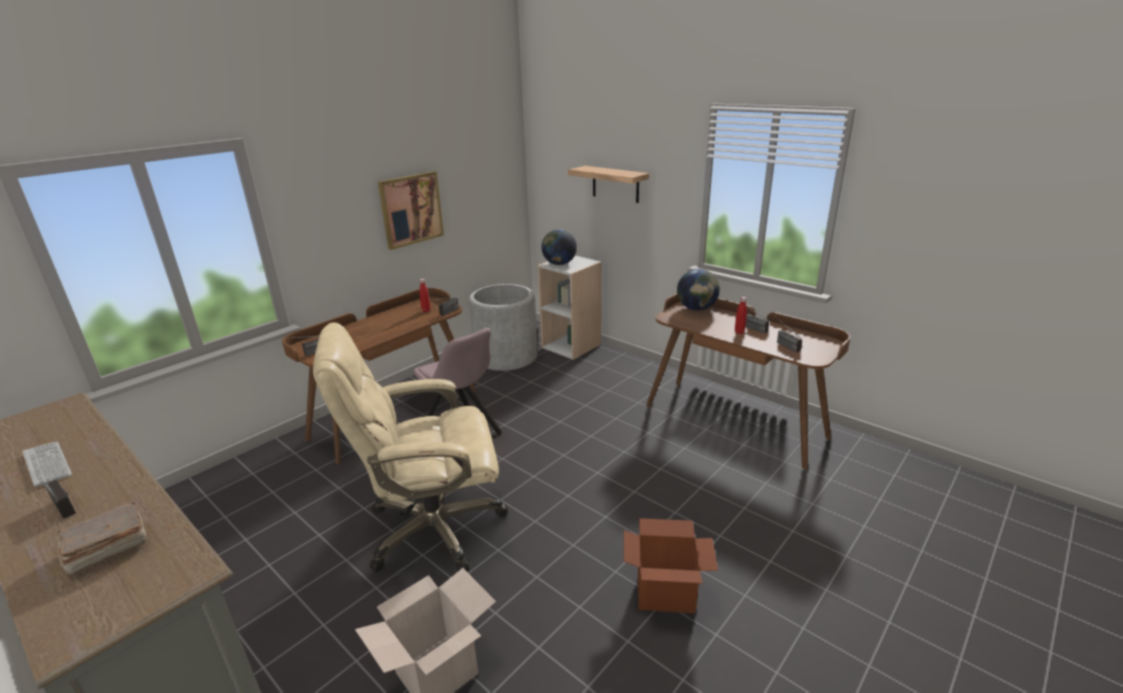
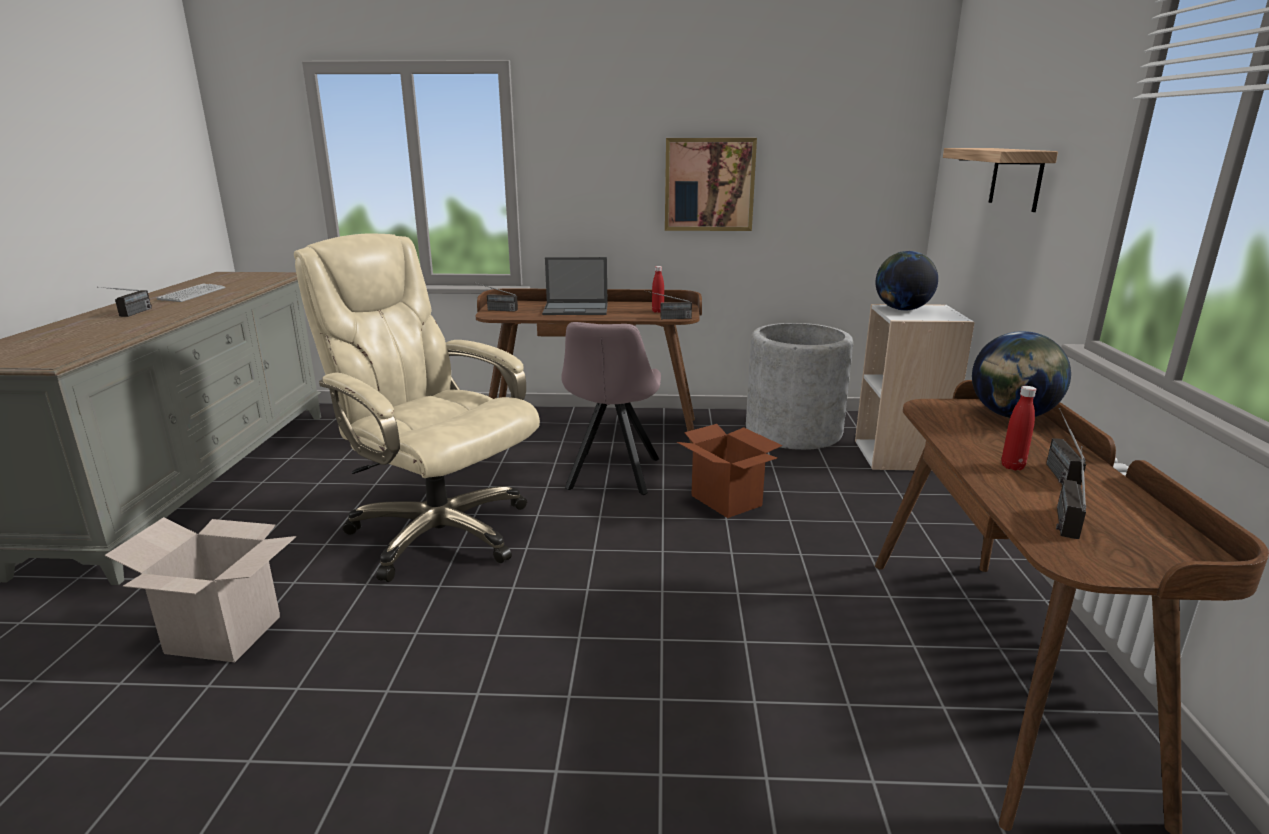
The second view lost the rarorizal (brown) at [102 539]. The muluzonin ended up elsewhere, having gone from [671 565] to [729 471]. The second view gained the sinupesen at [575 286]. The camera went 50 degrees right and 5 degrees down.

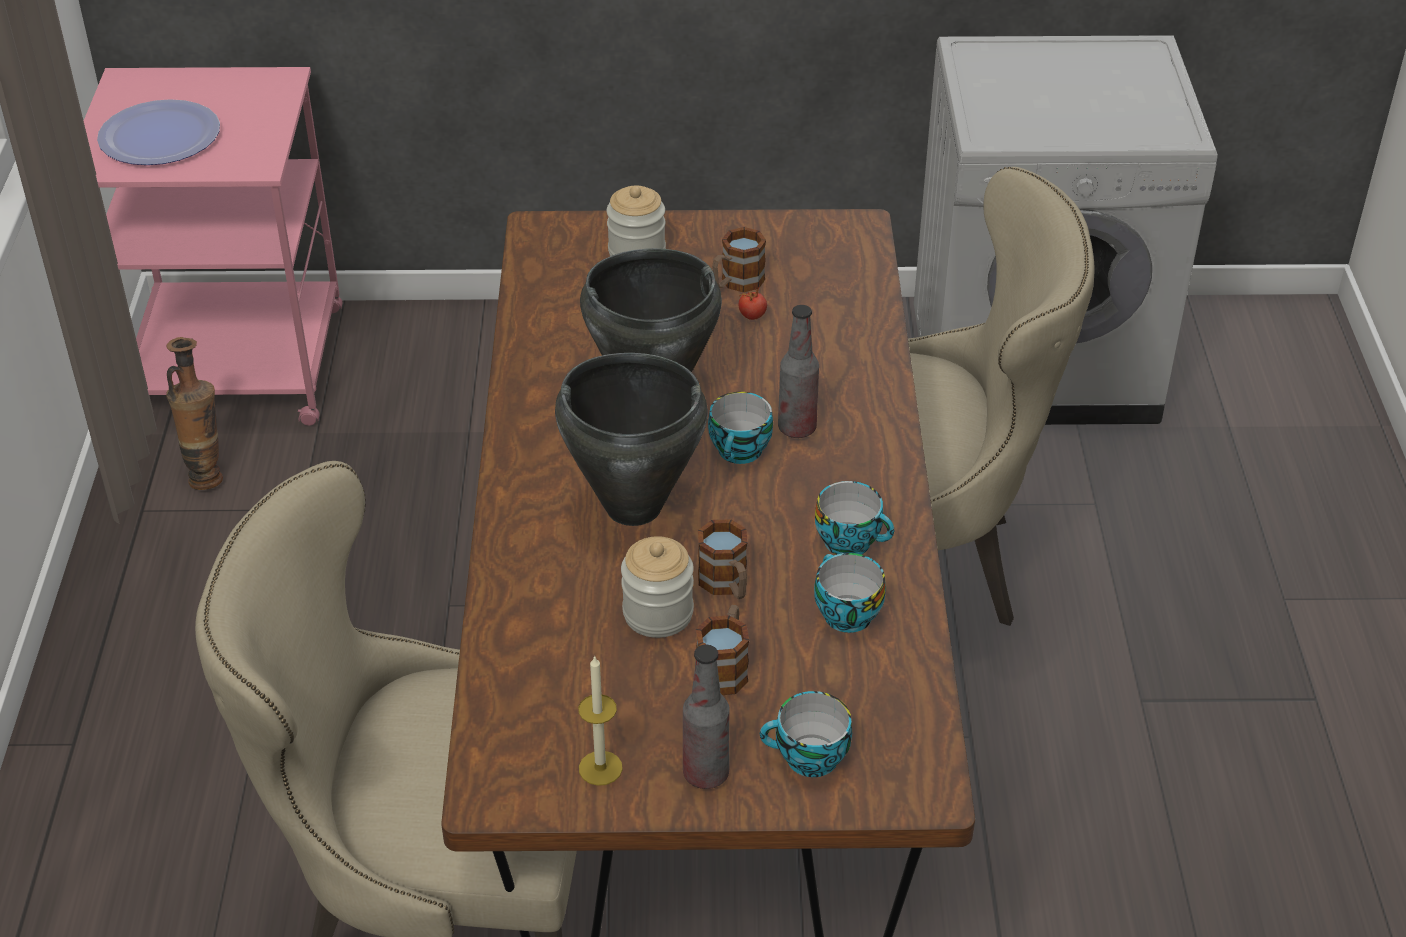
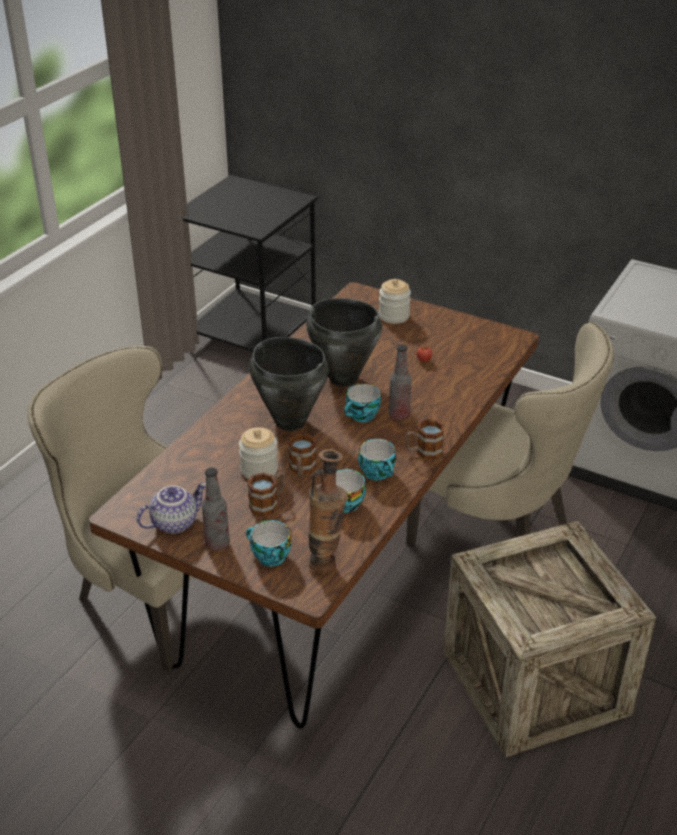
What was the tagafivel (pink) at [213 246] turned into the tagafivel (black) at [250 263]. The second view lost the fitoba at [158 132]. The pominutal ended up elsewhere, having gone from [194 413] to [328 511]. Where the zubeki stood at [600 720], the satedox came to stand at [171 508]. The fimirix ended up elsewhere, having gone from [739 259] to [425 439]. The second view gained the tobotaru at [549 639]. The camera went 30 degrees right and 5 degrees down.

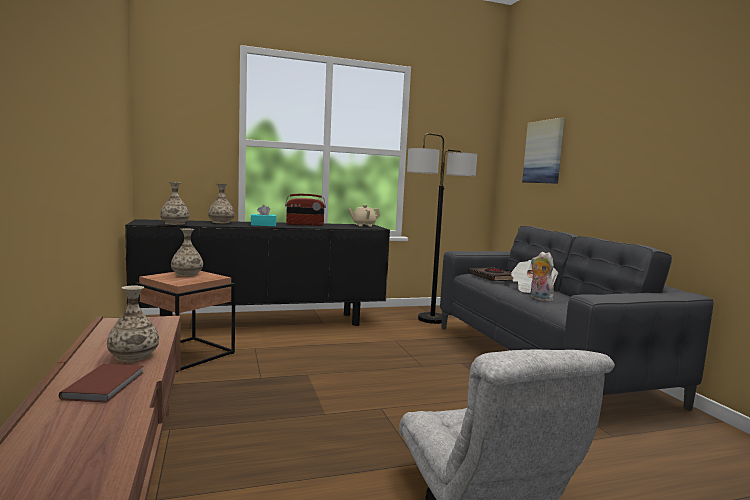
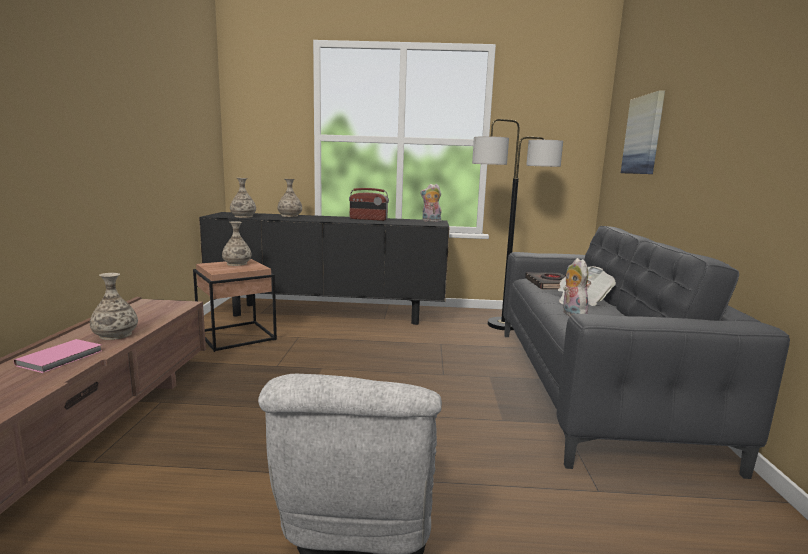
What was the rarorizal (brown) at [101 383] turned into the rarorizal (pink) at [58 356]. The second view lost the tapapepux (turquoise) at [264 215]. Where the satedox (beige) stood at [364 215], the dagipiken came to stand at [431 203]. The camera went 20 degrees right and 5 degrees up.

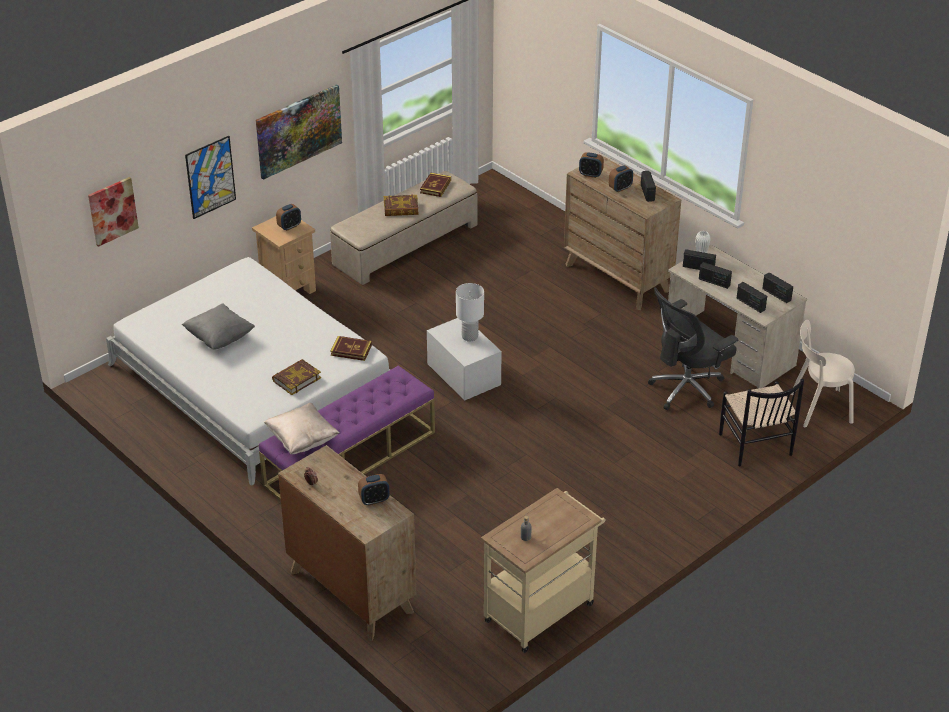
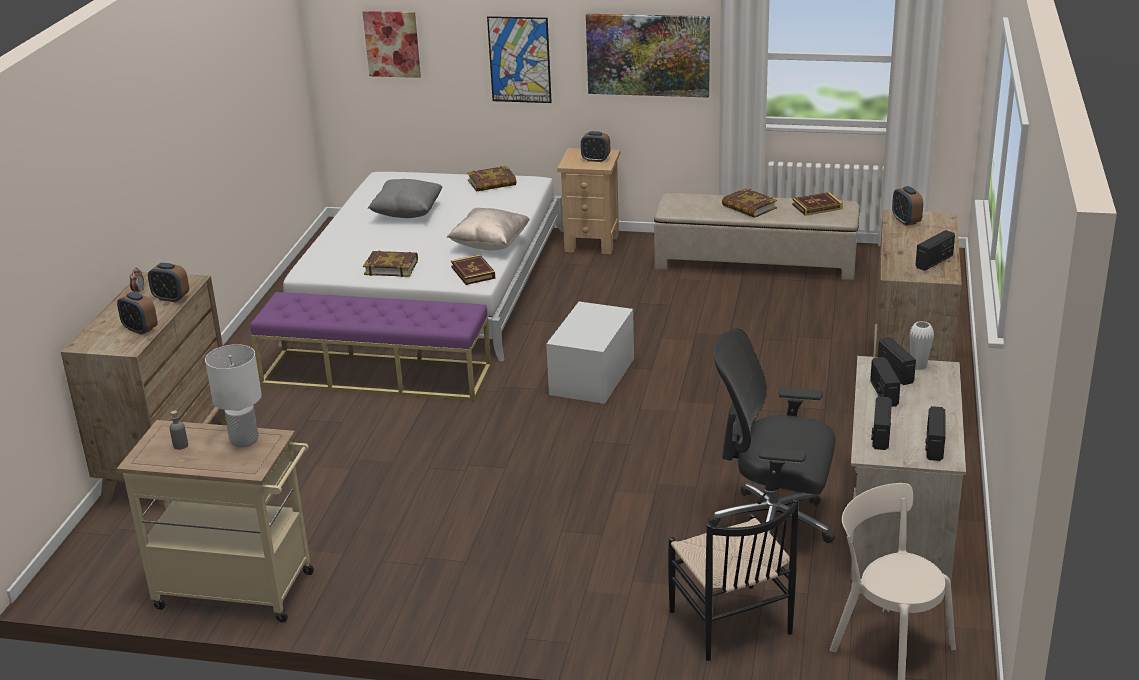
The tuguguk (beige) ended up elsewhere, having gone from [302 428] to [488 229]. The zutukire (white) ended up elsewhere, having gone from [470 312] to [233 396]. The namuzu ended up elsewhere, having gone from [621 178] to [168 283]. The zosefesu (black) at [761 422] ended up facing another way, 60 degrees counterclockwise from before. The second view gained the rarorizal at [491 179]. The camera went 55 degrees right and 10 degrees down.

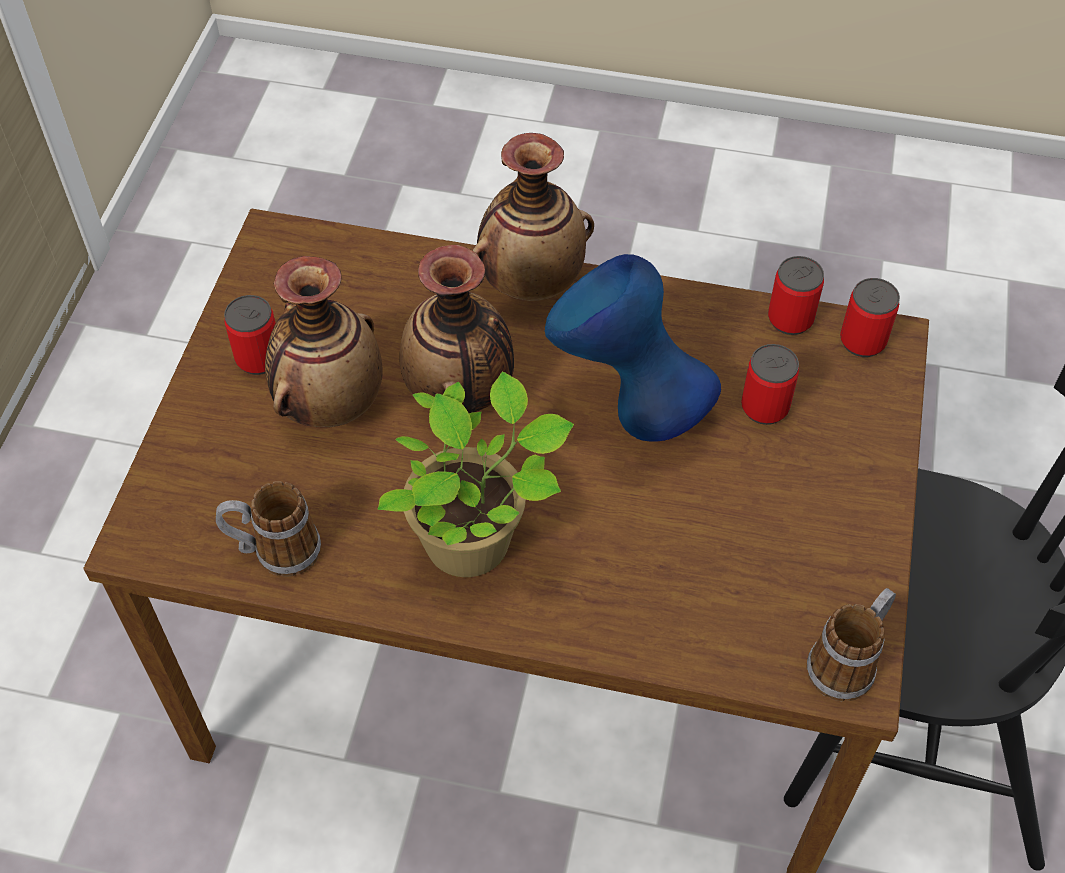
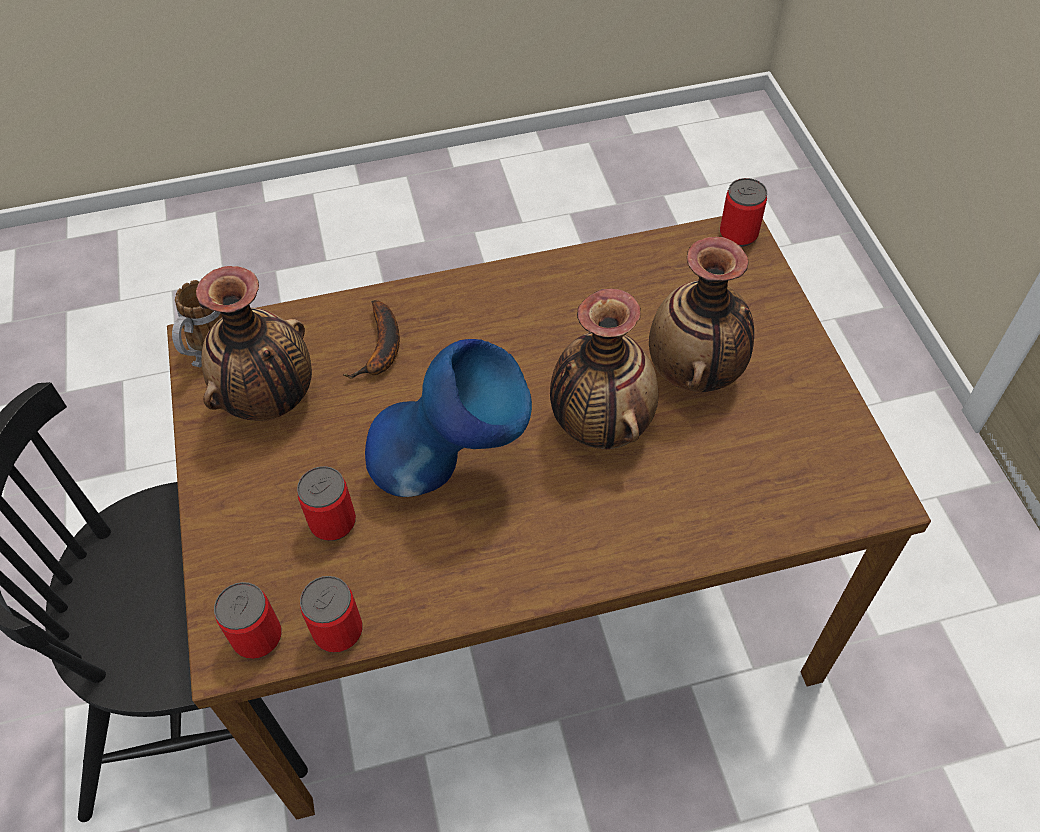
The second view lost the fimirix at [268 529]. The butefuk ended up elsewhere, having gone from [250 335] to [743 212]. The second view lost the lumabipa at [475 474]. The pominutal ended up elsewhere, having gone from [533 217] to [254 343]. The second view gained the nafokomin at [371 339]. The camera went 155 degrees right and 0 degrees up.

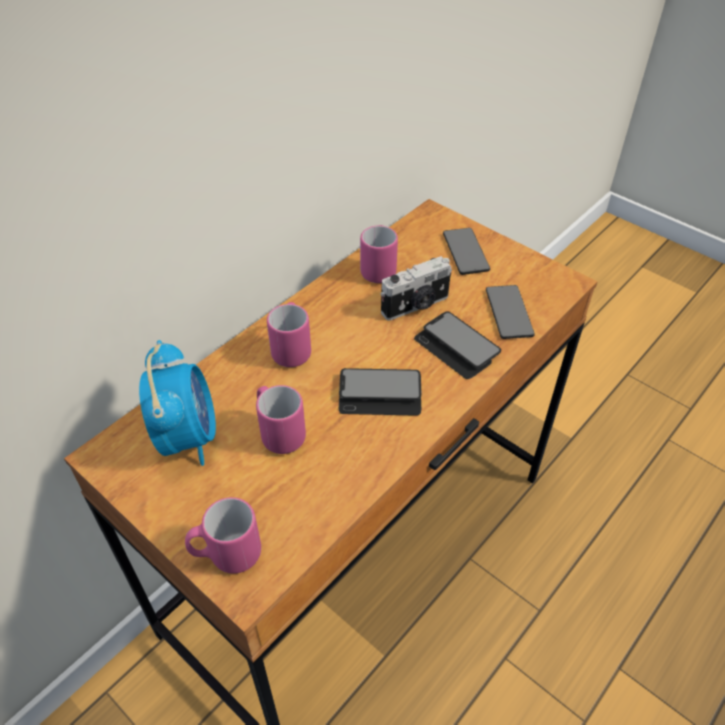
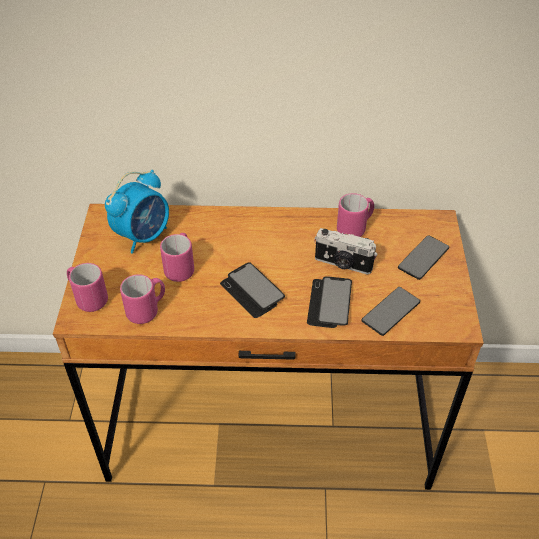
The fimirix (pink) ended up elsewhere, having gone from [289 334] to [142 299]. The camera went 50 degrees right and 0 degrees up.

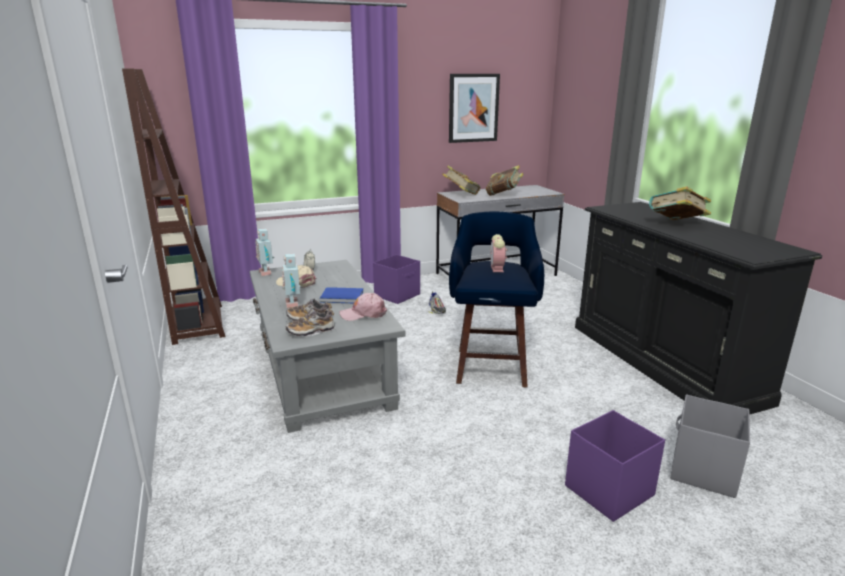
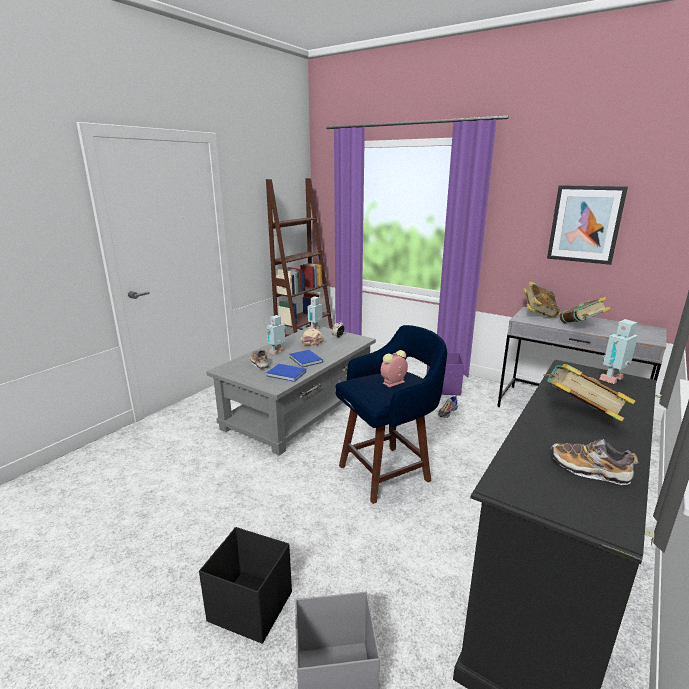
The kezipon ended up elsewhere, having gone from [309 323] to [595 462]. Where the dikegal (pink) stood at [363 307], the rarorizal (blue) came to stand at [286 373]. What was the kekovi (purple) at [615 466] turned into the kekovi (black) at [245 585]. The second view gained the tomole at [618 351]. The camera went 55 degrees right and 0 degrees up.

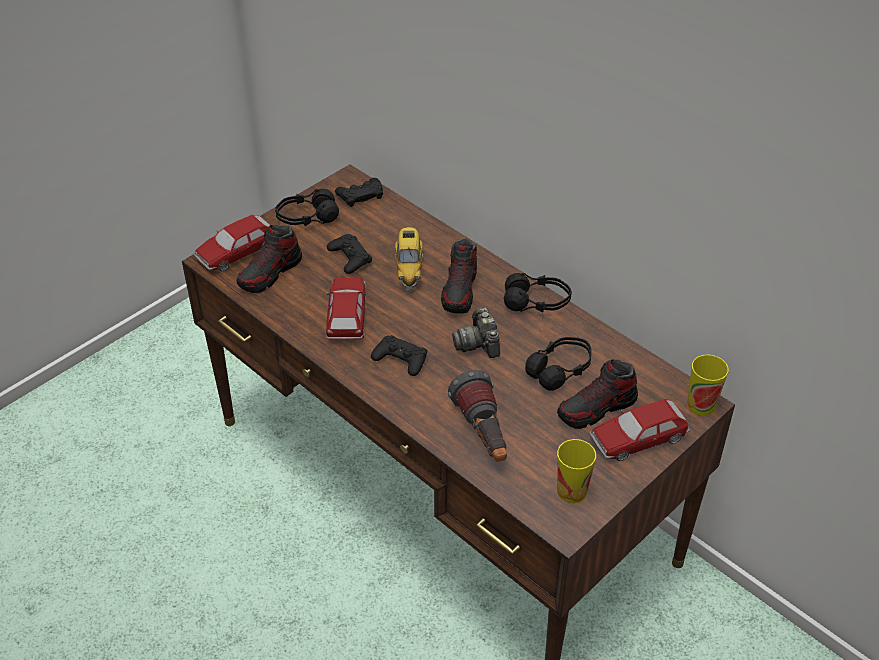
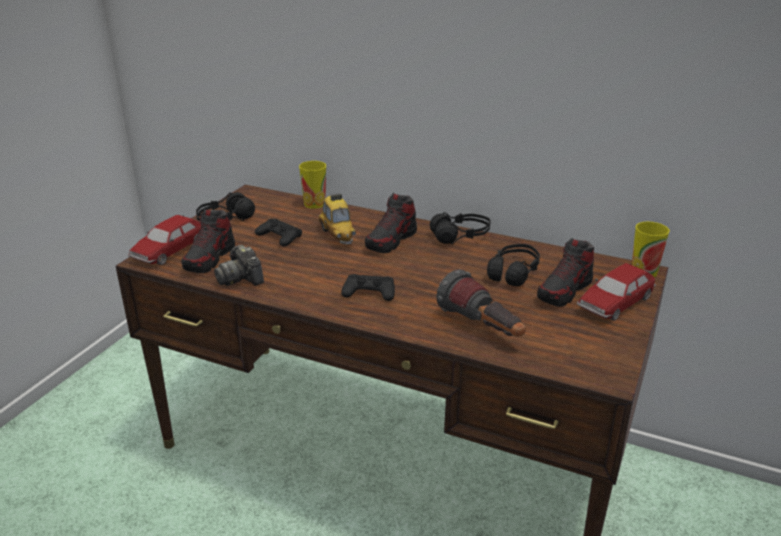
The second view lost the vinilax at [346 309]. The second view lost the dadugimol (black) at [359 192]. The kezipon at [459 276] ended up facing another way, 45 degrees clockwise from before. The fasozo ended up elsewhere, having gone from [476 332] to [239 265]. The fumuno ended up elsewhere, having gone from [576 471] to [312 185]. The camera went 20 degrees left and 15 degrees down.

